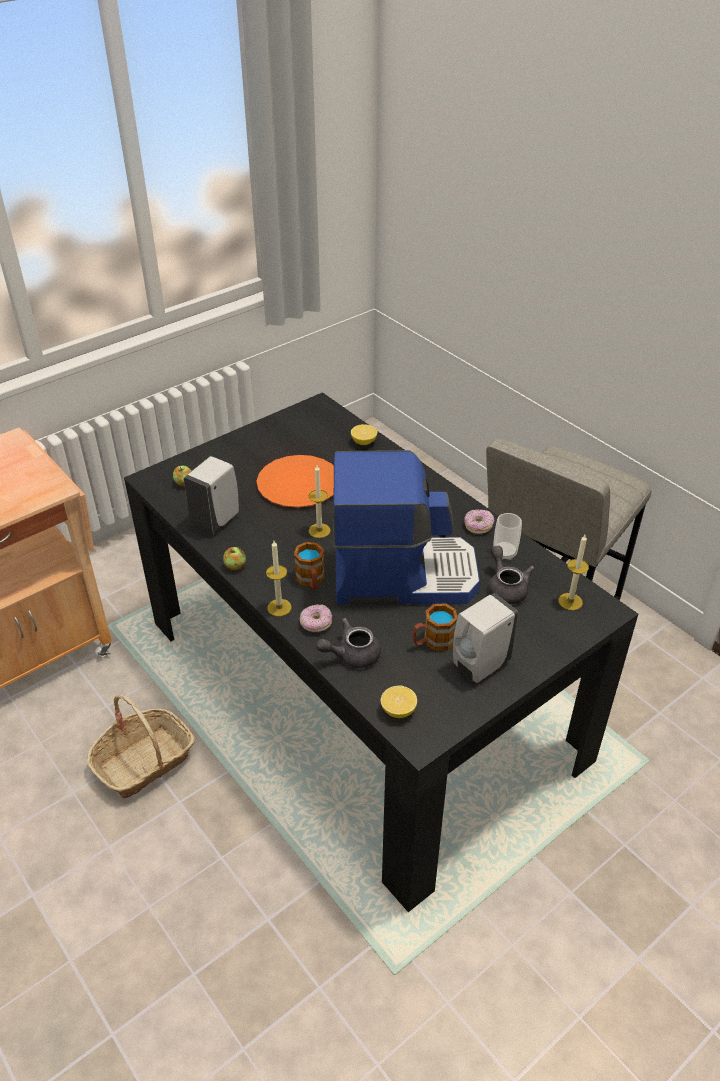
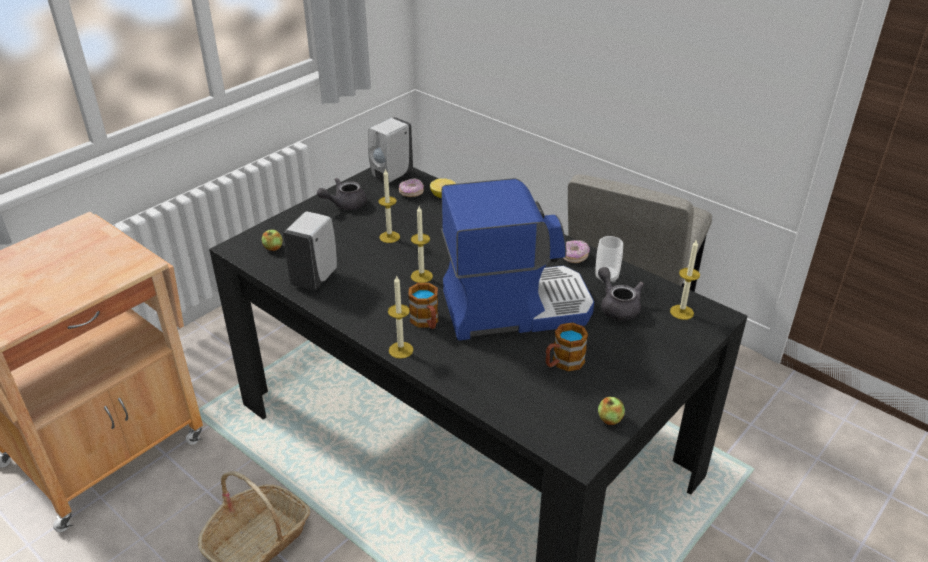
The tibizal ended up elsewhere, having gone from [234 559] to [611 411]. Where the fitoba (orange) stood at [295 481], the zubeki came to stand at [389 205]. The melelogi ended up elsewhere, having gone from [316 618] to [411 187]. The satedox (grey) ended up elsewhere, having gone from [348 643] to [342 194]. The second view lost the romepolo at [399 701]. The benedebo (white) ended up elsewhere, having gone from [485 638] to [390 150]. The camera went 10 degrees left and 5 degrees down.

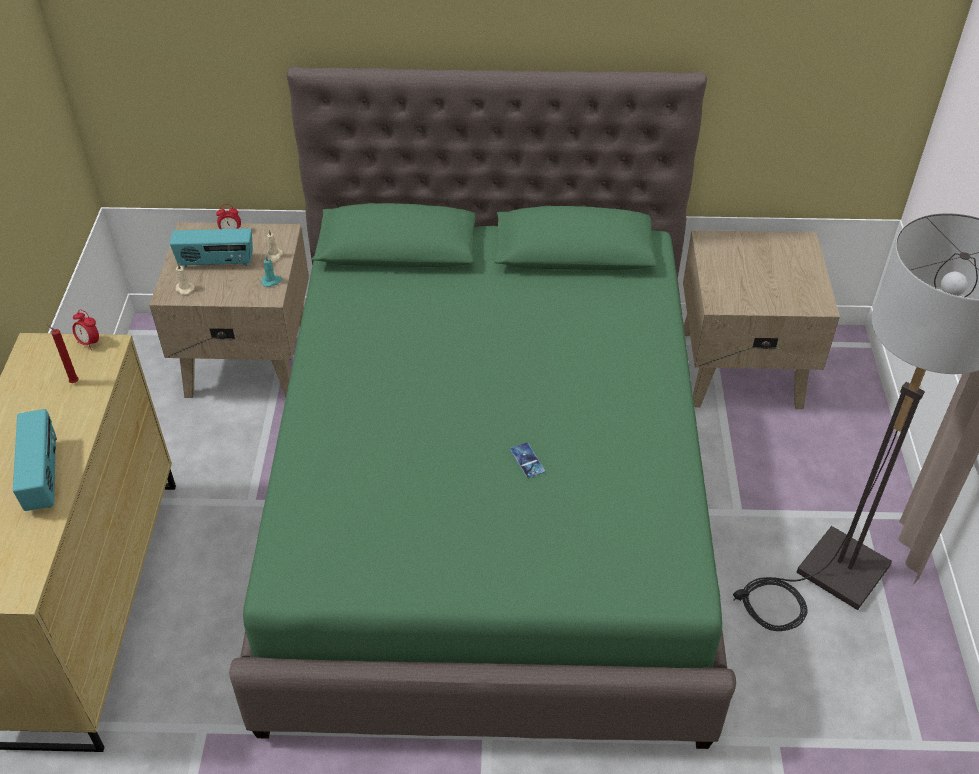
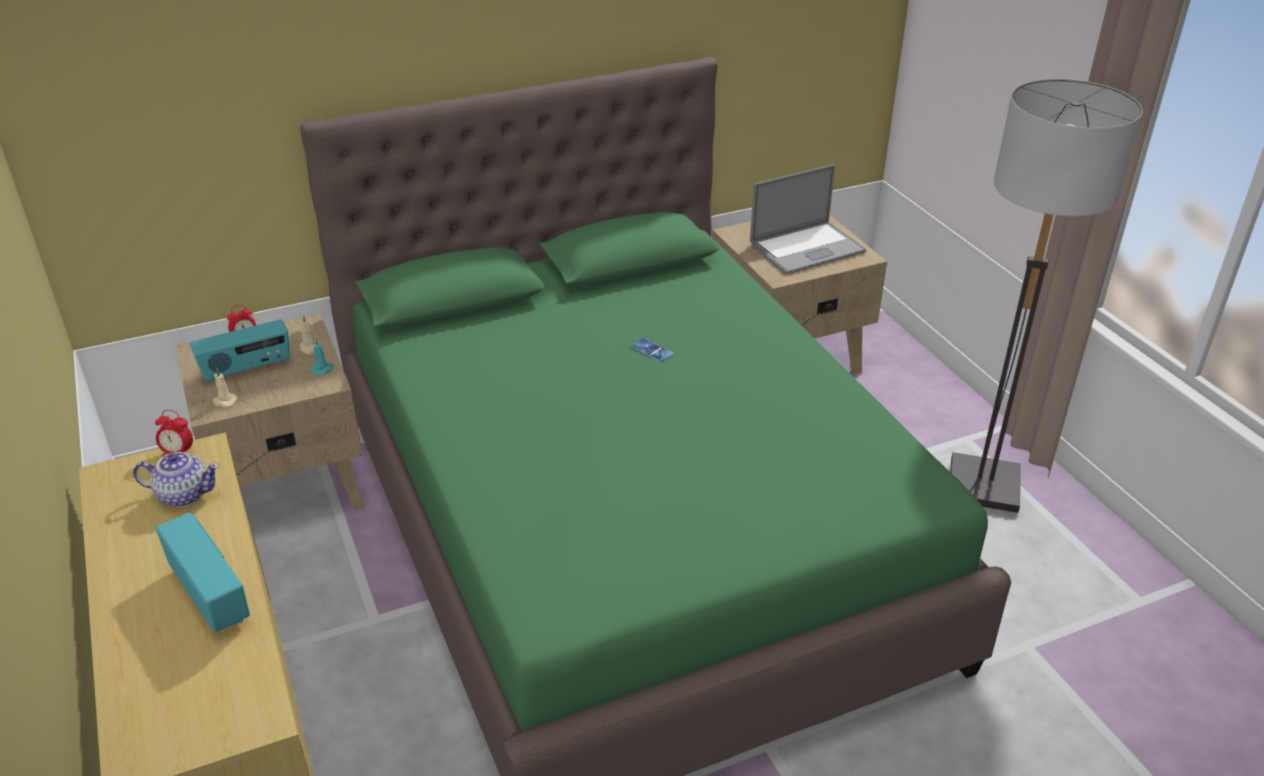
Where the zubeki (red) stood at [62 353], the satedox came to stand at [176 479]. The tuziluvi ended up elsewhere, having gone from [527 460] to [653 350]. The second view gained the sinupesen at [808 219]. The camera went 25 degrees left and 10 degrees down.

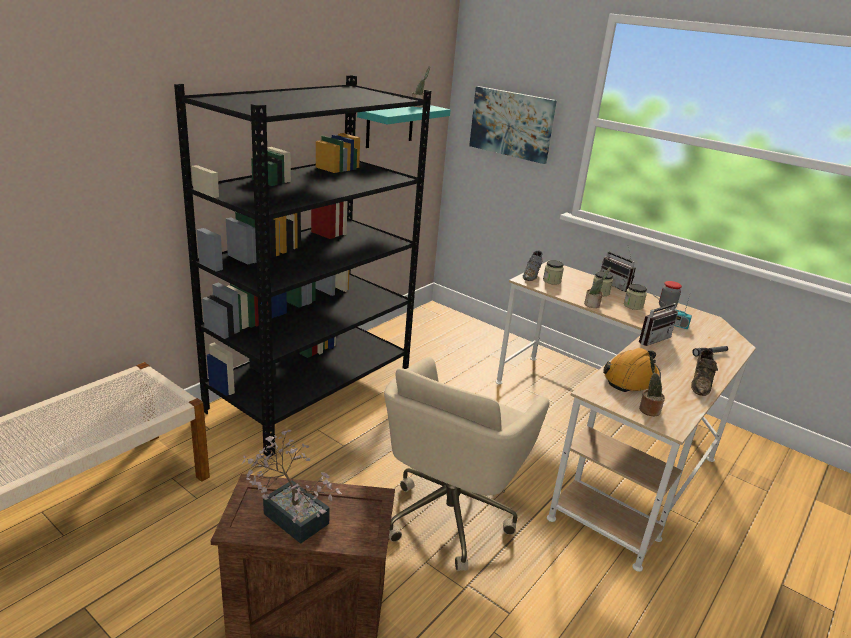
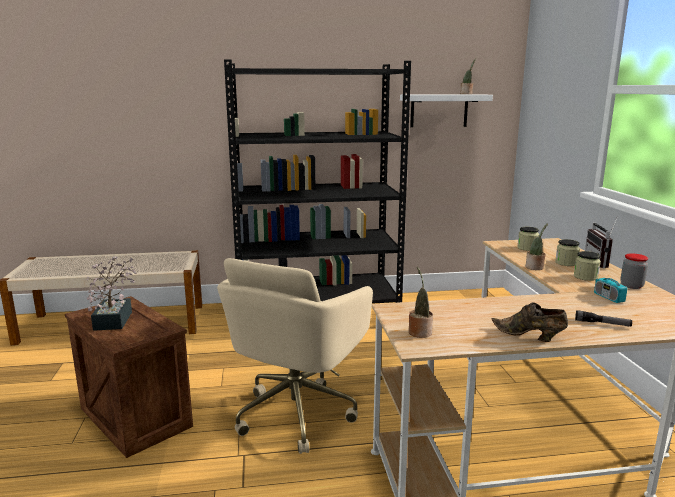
What was the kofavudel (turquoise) at [403 126] turned into the kofavudel (white) at [446 110]. The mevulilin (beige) at [467 464] ended up facing another way, 45 degrees counterclockwise from before. The second view lost the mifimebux at [513 125]. The second view lost the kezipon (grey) at [533 266]. The second view lost the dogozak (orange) at [632 370]. The second view lost the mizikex at [658 319]. The kezipon (brown) at [704 373] ended up facing another way, 60 degrees clockwise from before. The camera went 45 degrees right and 10 degrees down.

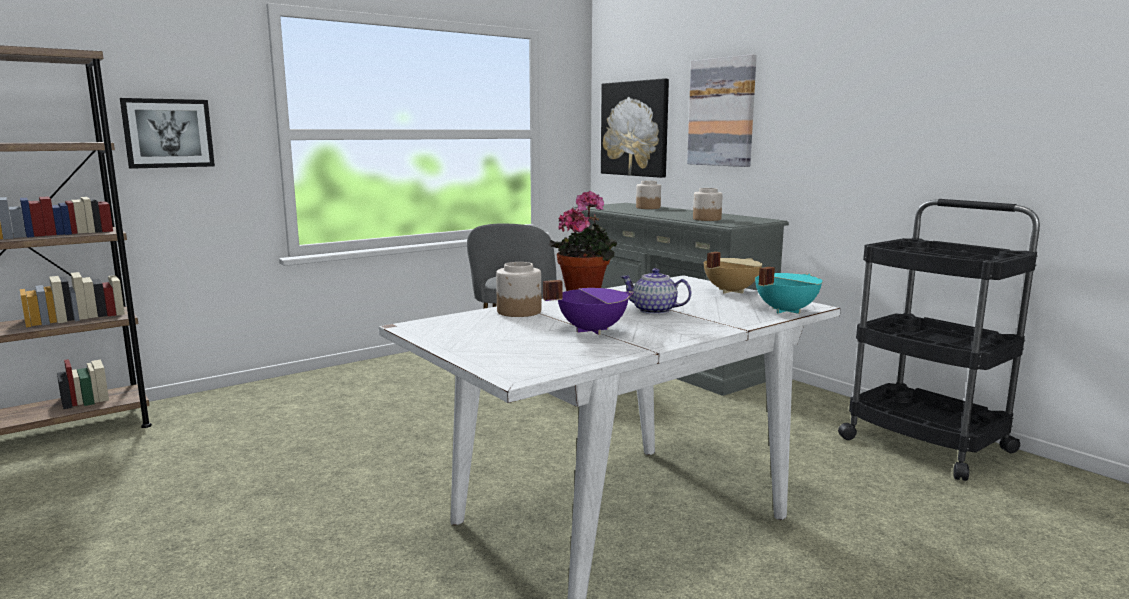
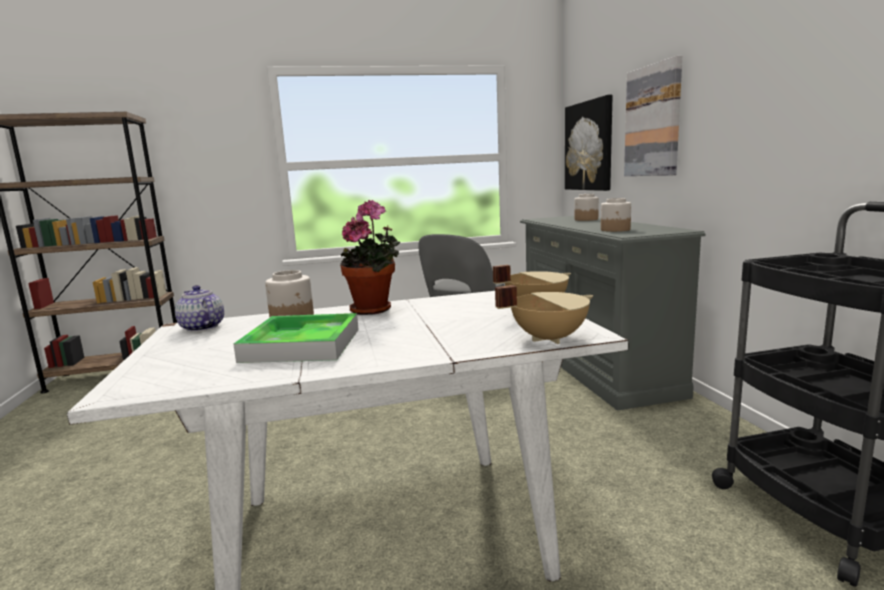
The second view lost the mifimebux at [167 133]. Where the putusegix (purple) stood at [588 307], the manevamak came to stand at [296 338]. The satedox ended up elsewhere, having gone from [656 291] to [199 308]. What was the putusegix (turquoise) at [789 290] turned into the putusegix (beige) at [544 314]. The camera went 25 degrees right and 0 degrees up.

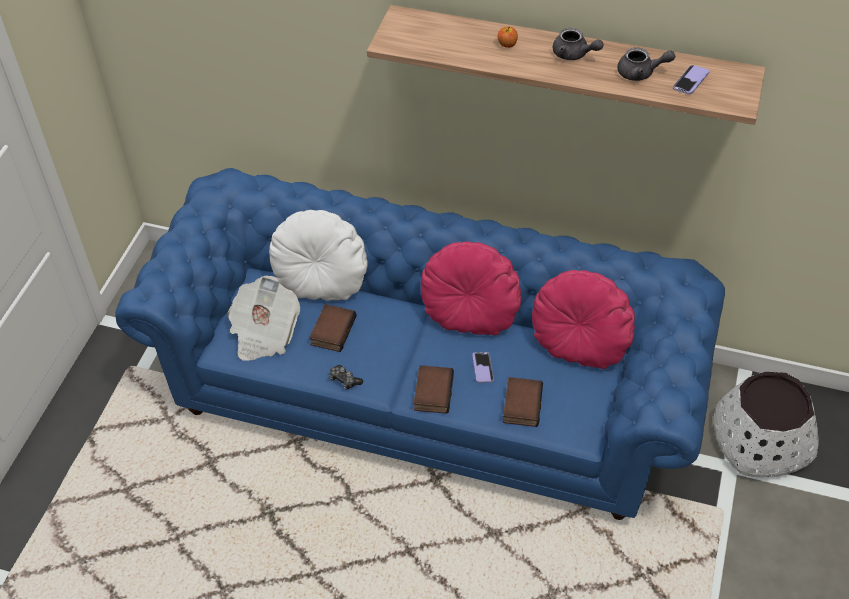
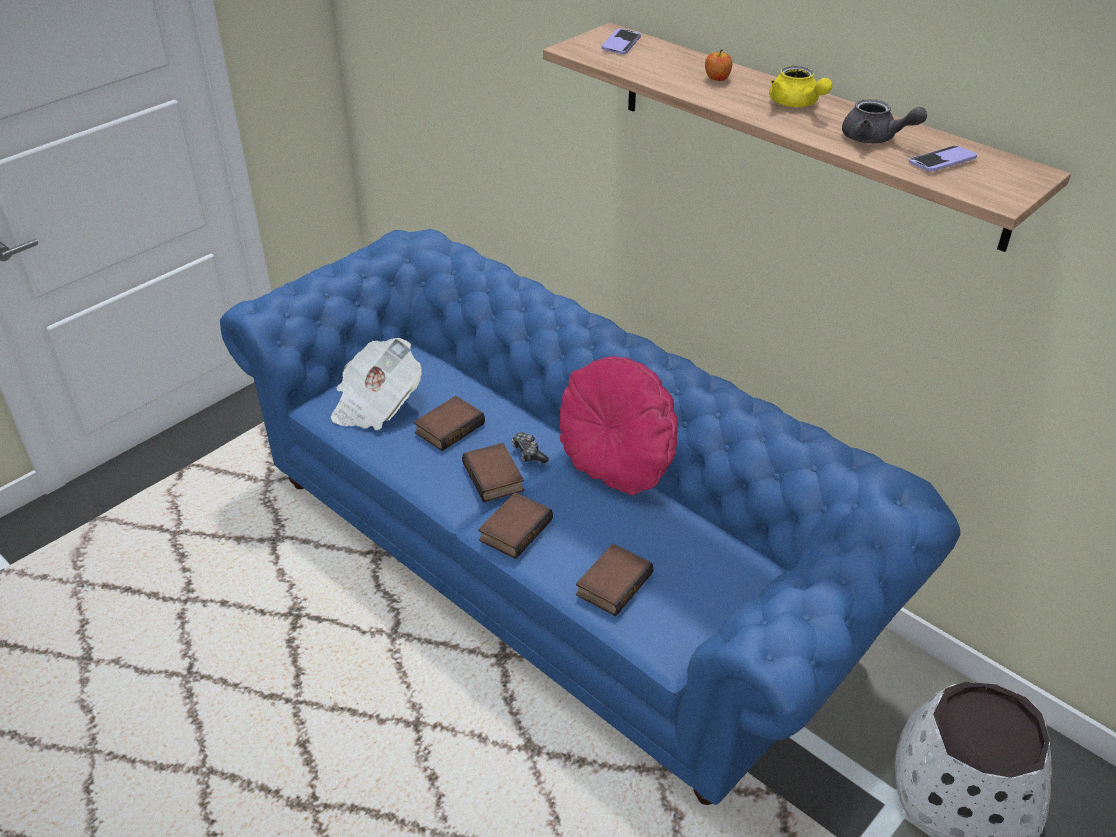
The second view lost the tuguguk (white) at [318 255]. The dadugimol ended up elsewhere, having gone from [346 377] to [530 447]. The tuziluvi ended up elsewhere, having gone from [483 367] to [621 41]. The second view lost the tuguguk (pink) at [583 319]. What was the satedox (grey) at [578 44] turned into the satedox (yellow) at [801 86]. The second view gained the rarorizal at [493 472]. The camera went 25 degrees right and 10 degrees down.

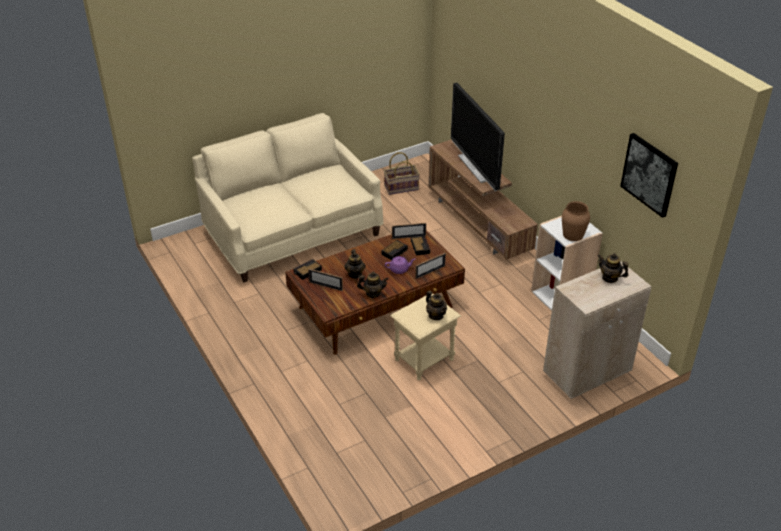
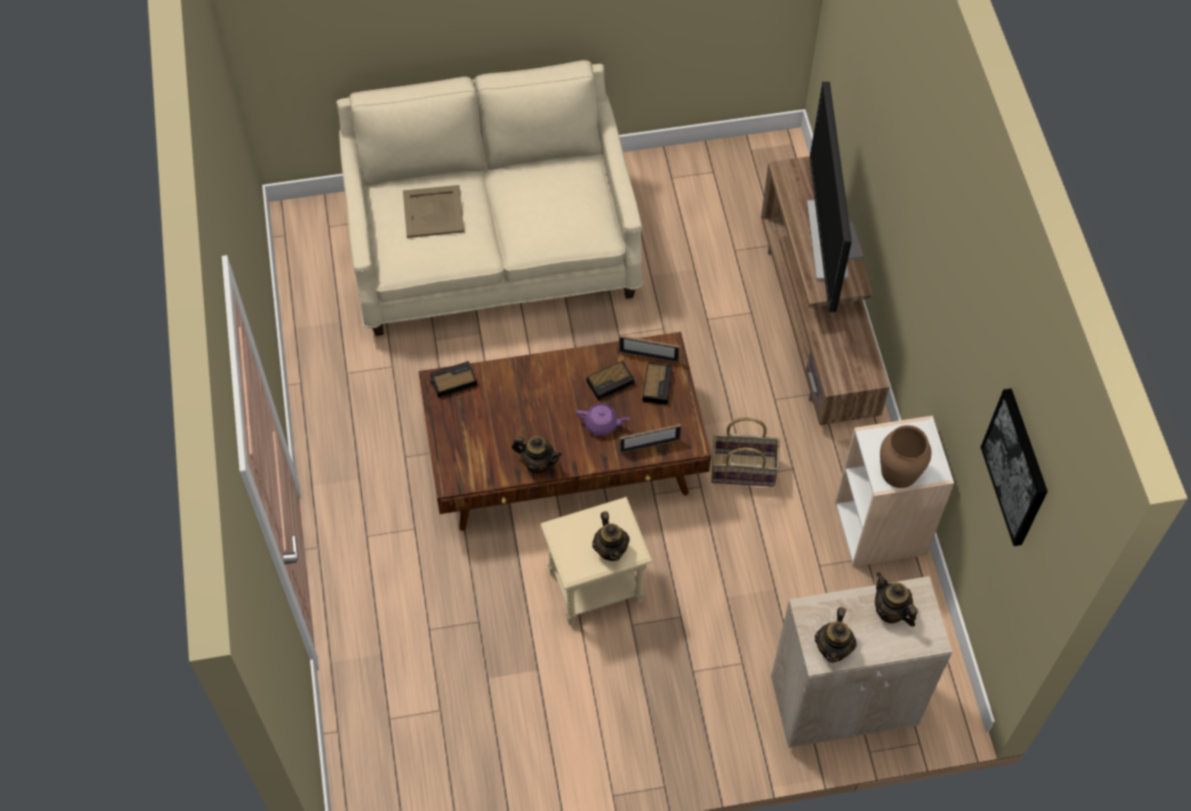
The second view lost the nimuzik at [325 280]. The satedox ended up elsewhere, having gone from [354 264] to [836 635]. The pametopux ended up elsewhere, having gone from [402 173] to [745 452]. The second view gained the manevamak (beige) at [433 211]. The camera went 20 degrees right and 20 degrees up.

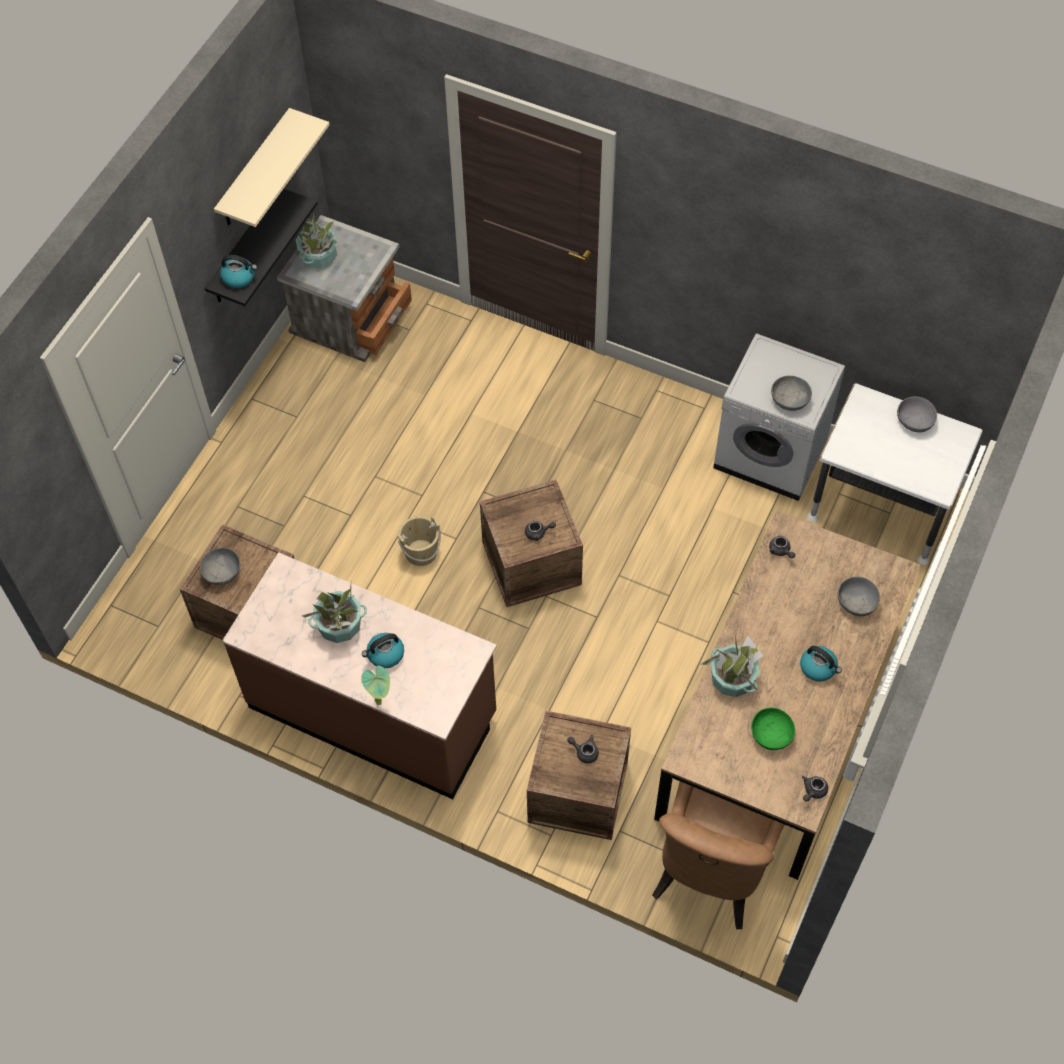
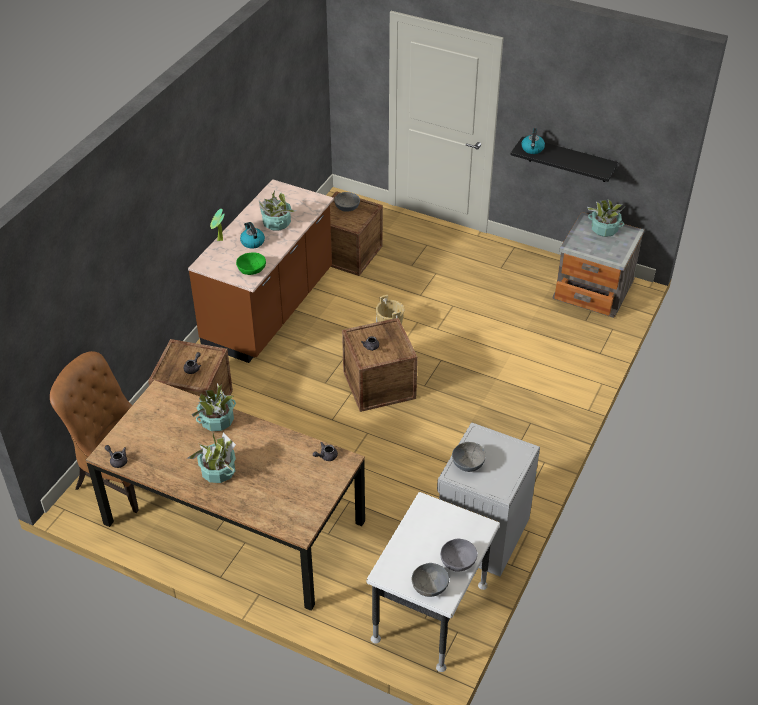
The second view lost the kofavudel (beige) at [272 167]. The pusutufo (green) ended up elsewhere, having gone from [773 728] to [251 263]. Where the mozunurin stood at [821 663], the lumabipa came to stand at [211 458]. The pusutufo (grey) ended up elsewhere, having gone from [859 596] to [430 580]. The camera went 90 degrees right and 15 degrees down.

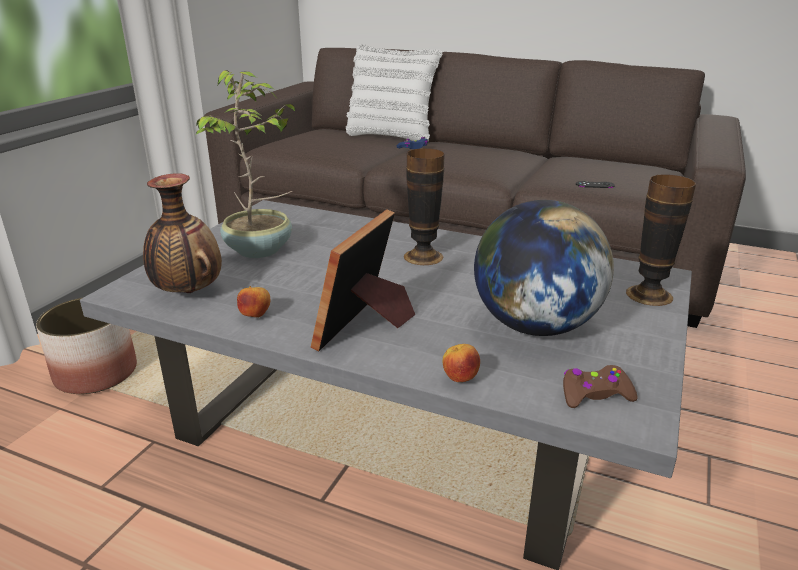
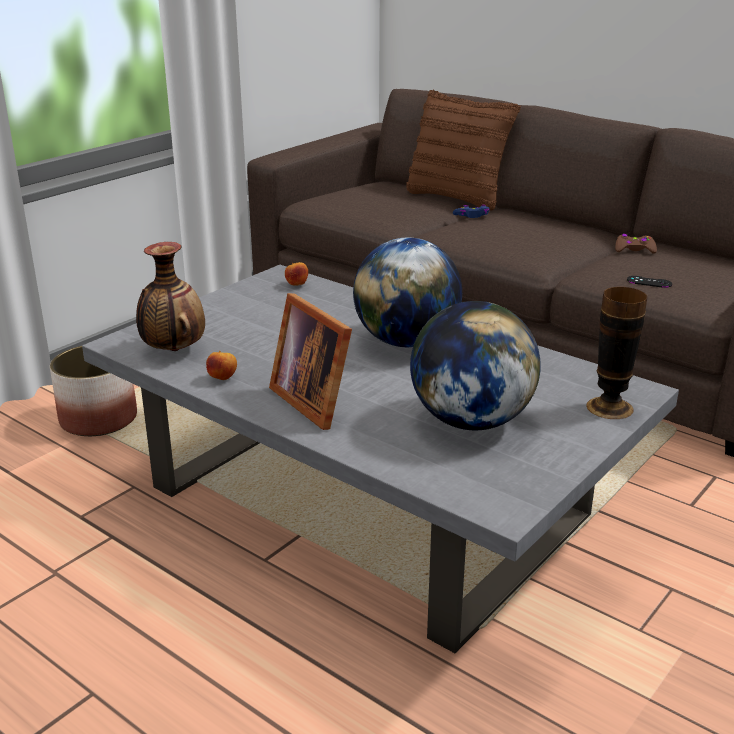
The second view lost the lumabipa at [245 164]. The nimuzik at [363 280] ended up facing another way, 75 degrees counterclockwise from before. What was the tuguguk (white) at [394 92] turned into the tuguguk (brown) at [463 149]. Where the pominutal stood at [424 206], the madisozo came to stand at [407 292]. The tibizal ended up elsewhere, having gone from [461 363] to [296 274]. The dadugimol (brown) ended up elsewhere, having gone from [600 386] to [636 243]. The camera went 15 degrees right and 0 degrees up.

